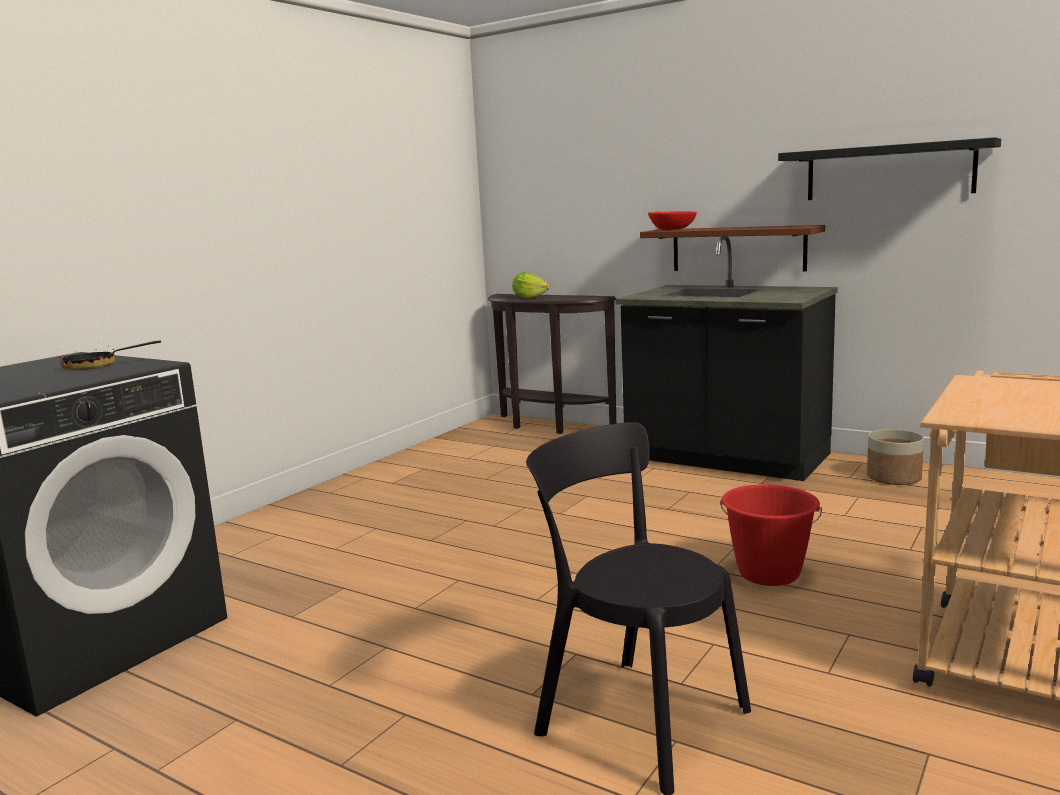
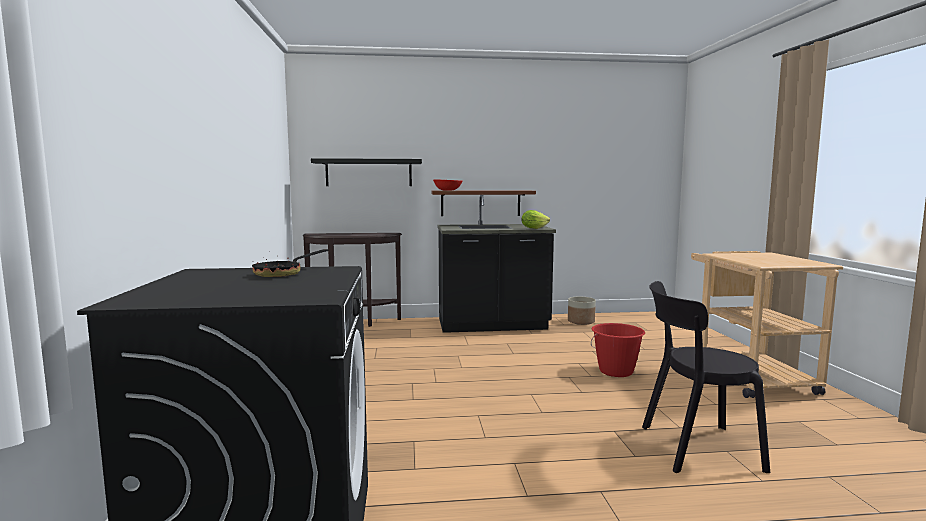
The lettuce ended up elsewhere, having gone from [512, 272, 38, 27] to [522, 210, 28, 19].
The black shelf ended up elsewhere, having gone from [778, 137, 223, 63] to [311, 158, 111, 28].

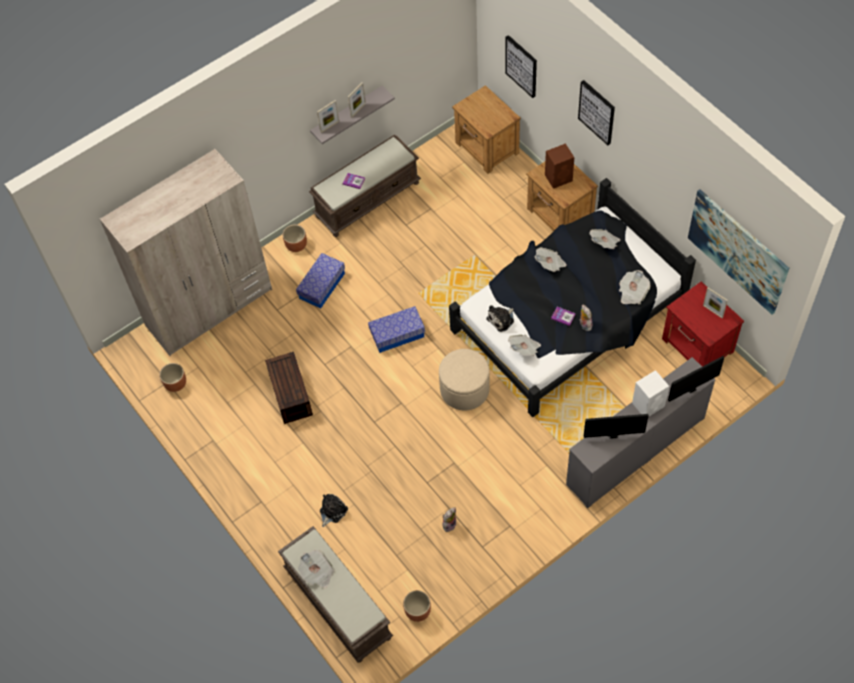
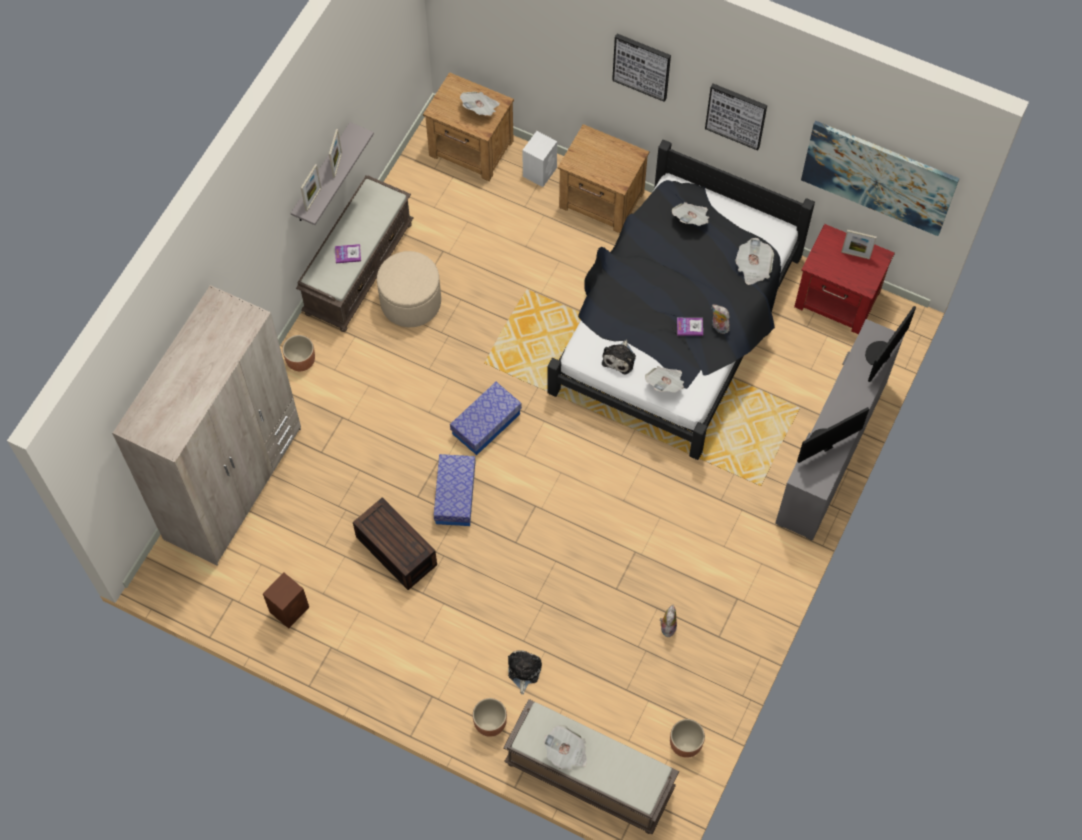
The brown planter ended up elsewhere, having gone from [159, 363, 27, 29] to [472, 698, 35, 39].
The storage box ended up elsewhere, having gone from [296, 253, 49, 55] to [434, 454, 42, 72].
The beige ottoman ended up elsewhere, having gone from [439, 349, 51, 61] to [377, 251, 64, 76].
The picture ended up elsewhere, having gone from [505, 35, 32, 63] to [705, 84, 62, 66].
The newspaper ended up elsewhere, having gone from [534, 247, 33, 25] to [460, 92, 40, 24].
The brown speaker ended up elsewhere, having gone from [545, 143, 29, 46] to [263, 572, 46, 57].
The white speaker ended up elsewhere, having gone from [632, 370, 37, 47] to [522, 131, 35, 56].

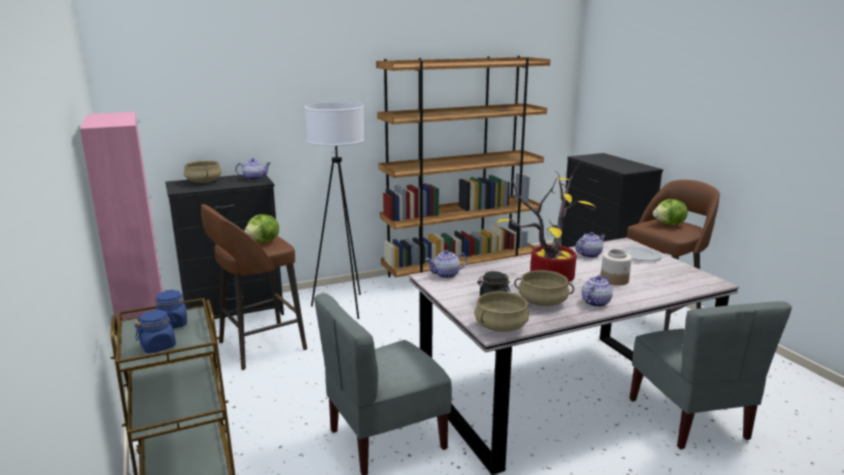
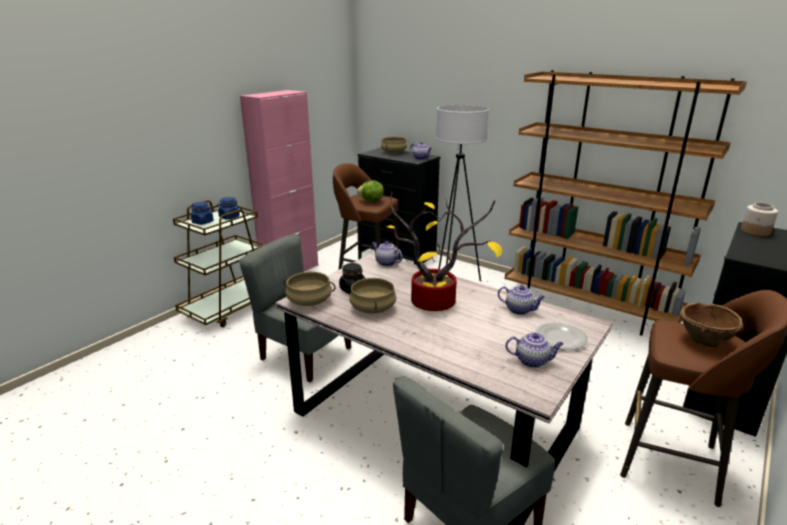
The teapot ended up elsewhere, having gone from [581, 276, 32, 31] to [505, 333, 59, 35].
The jar ended up elsewhere, having gone from [601, 249, 31, 36] to [741, 202, 37, 34].
Where the lettuce stood at [653, 199, 35, 26], the brown bowl came to stand at [680, 303, 64, 44].

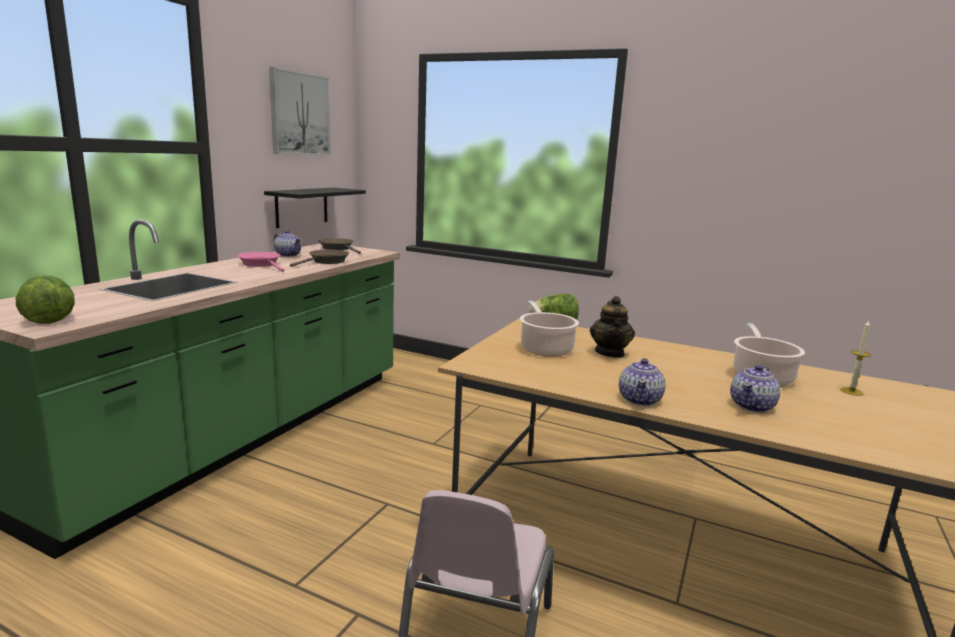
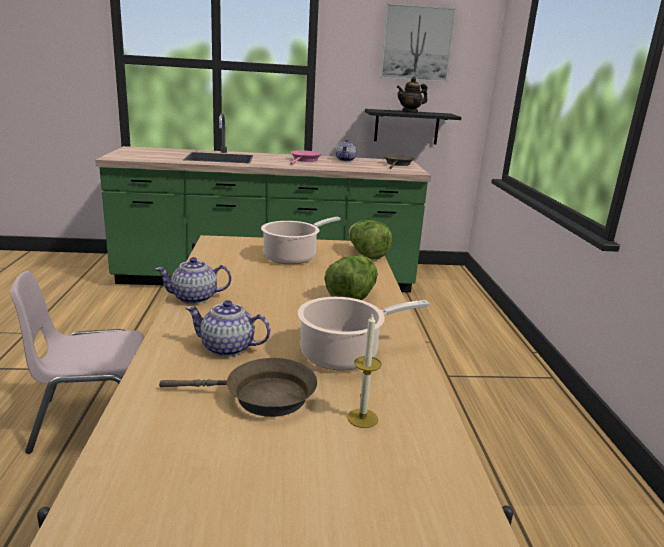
The lettuce ended up elsewhere, having gone from [16, 276, 59, 48] to [325, 255, 53, 45].
The brown frying pan ended up elsewhere, having gone from [290, 250, 59, 17] to [159, 358, 158, 59].
The teapot ended up elsewhere, having gone from [590, 296, 45, 62] to [397, 77, 30, 36].

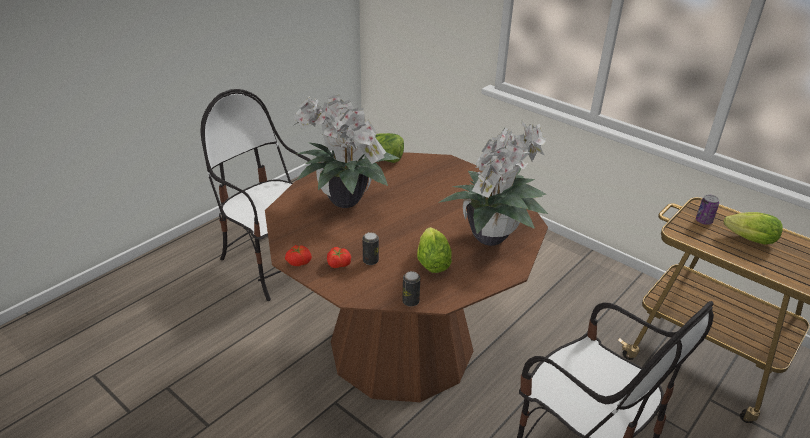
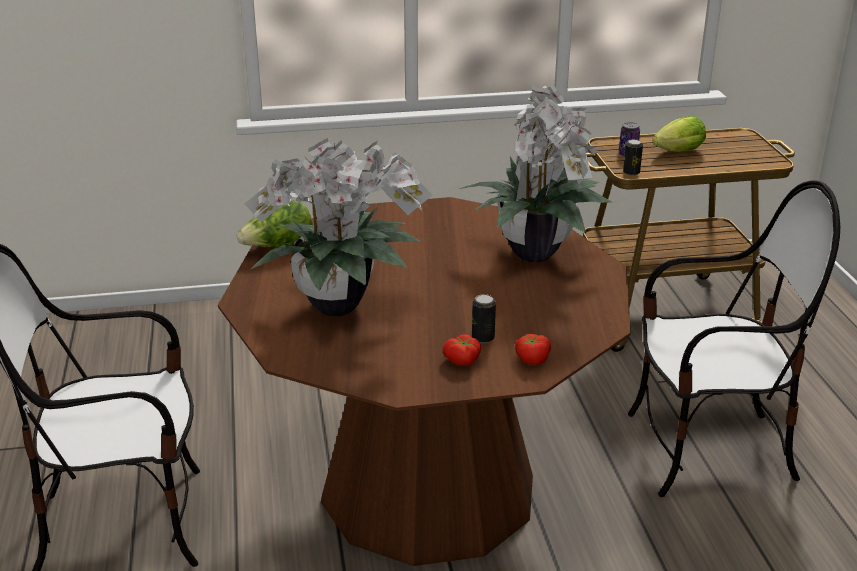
The second view lost the lettuce at [417, 227, 35, 46].
The tomato ended up elsewhere, having gone from [285, 245, 27, 21] to [515, 334, 36, 31].
The can ended up elsewhere, having gone from [402, 271, 18, 36] to [623, 139, 20, 37].

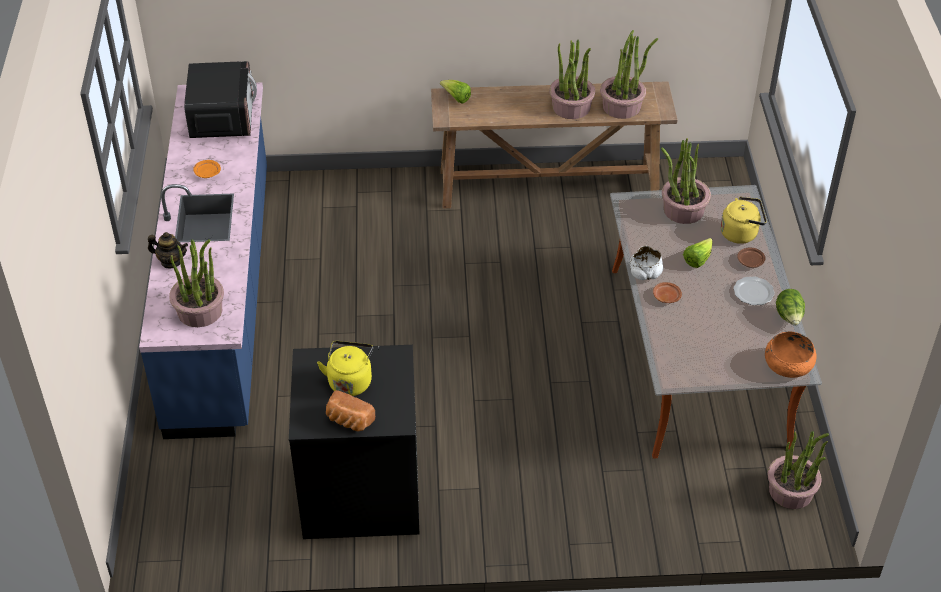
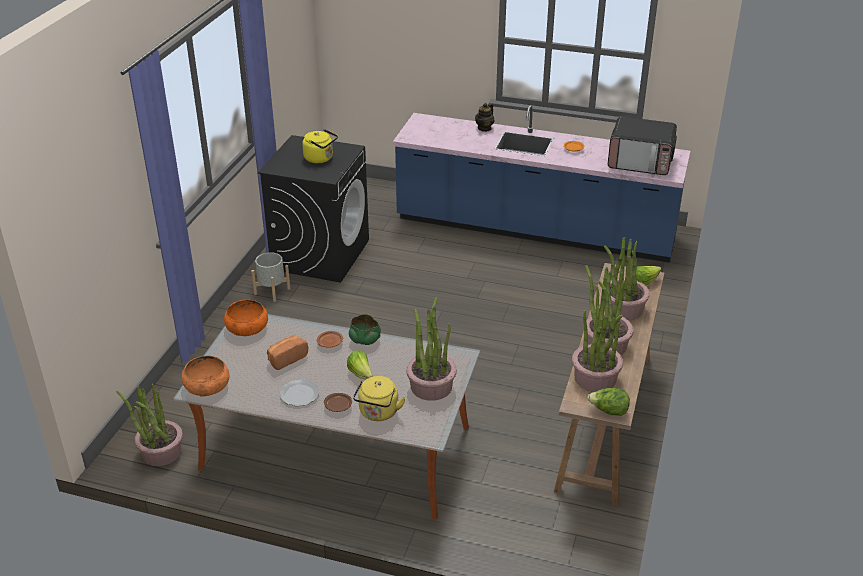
The second view gained the orange bowl at [224, 300, 44, 36].
The second view gained the grey planter at [251, 252, 39, 50].
The potted plant ended up elsewhere, having gone from [169, 239, 55, 88] to [604, 237, 46, 83].
The bread ended up elsewhere, having gone from [326, 390, 49, 41] to [267, 336, 41, 34].
The lettuce ended up elsewhere, having gone from [776, 289, 29, 37] to [587, 388, 43, 28].
What was the white bowl at [630, 246, 33, 34] turned into the green bowl at [349, 314, 32, 31].

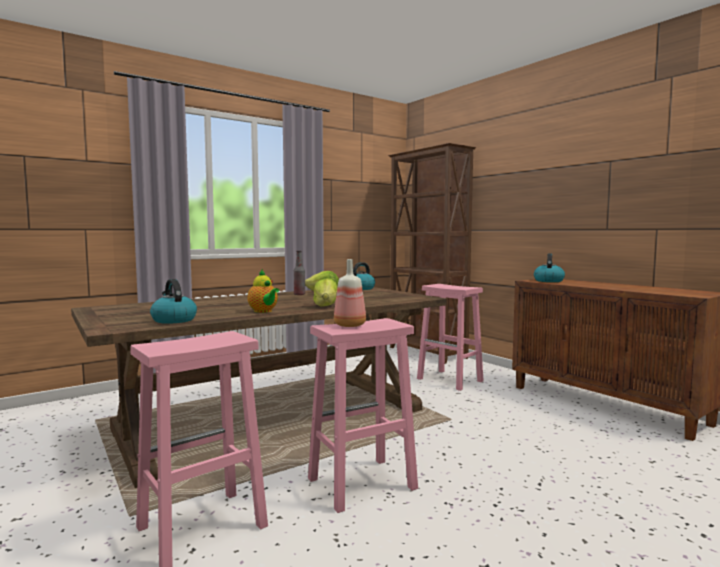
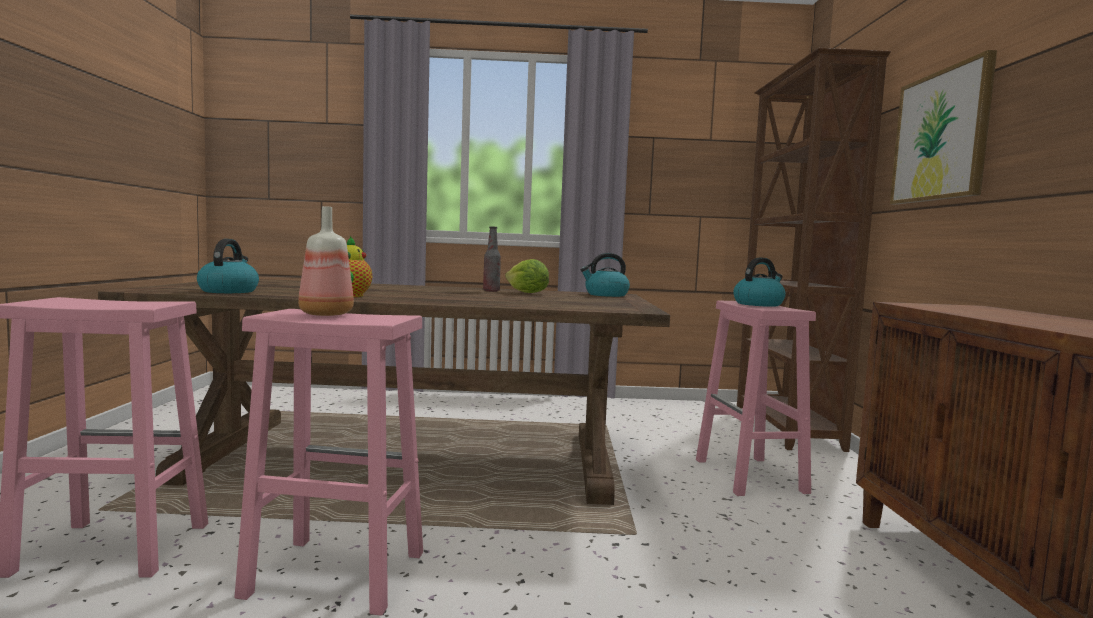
The second view lost the lettuce at [313, 278, 25, 29].
The second view gained the picture at [890, 50, 107, 155].
The kettle ended up elsewhere, having gone from [534, 253, 31, 29] to [733, 258, 53, 49].

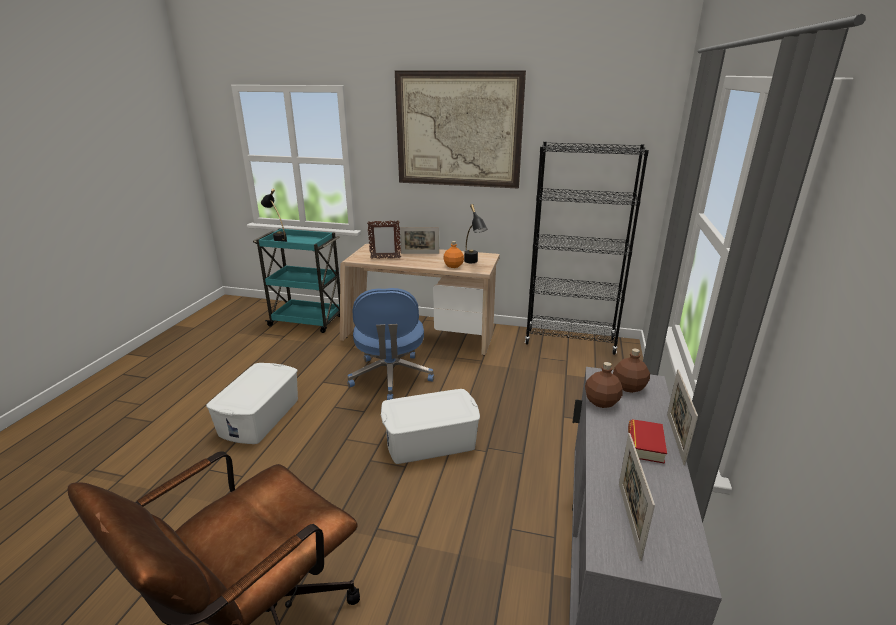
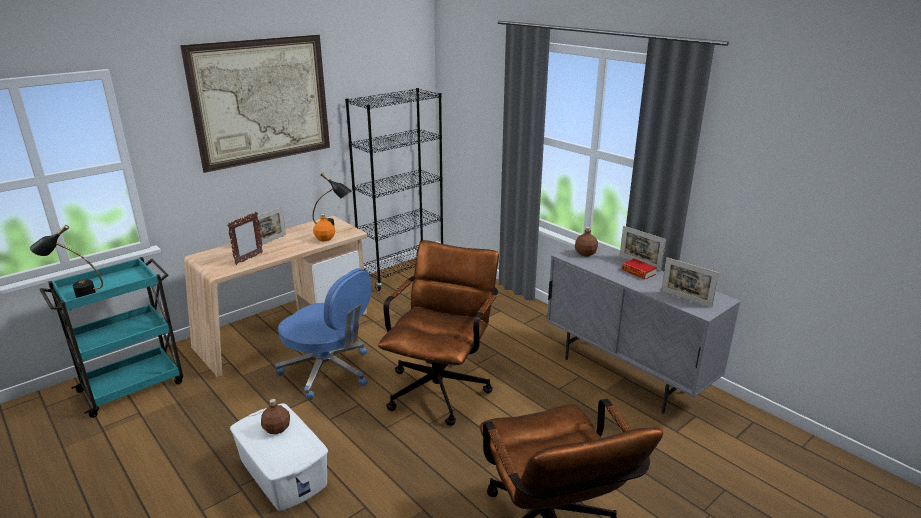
The brown bottle ended up elsewhere, having gone from [585, 362, 38, 46] to [261, 399, 29, 35].
Where the white storage box stood at [381, 389, 99, 75], the brown office chair came to stand at [378, 240, 121, 186].

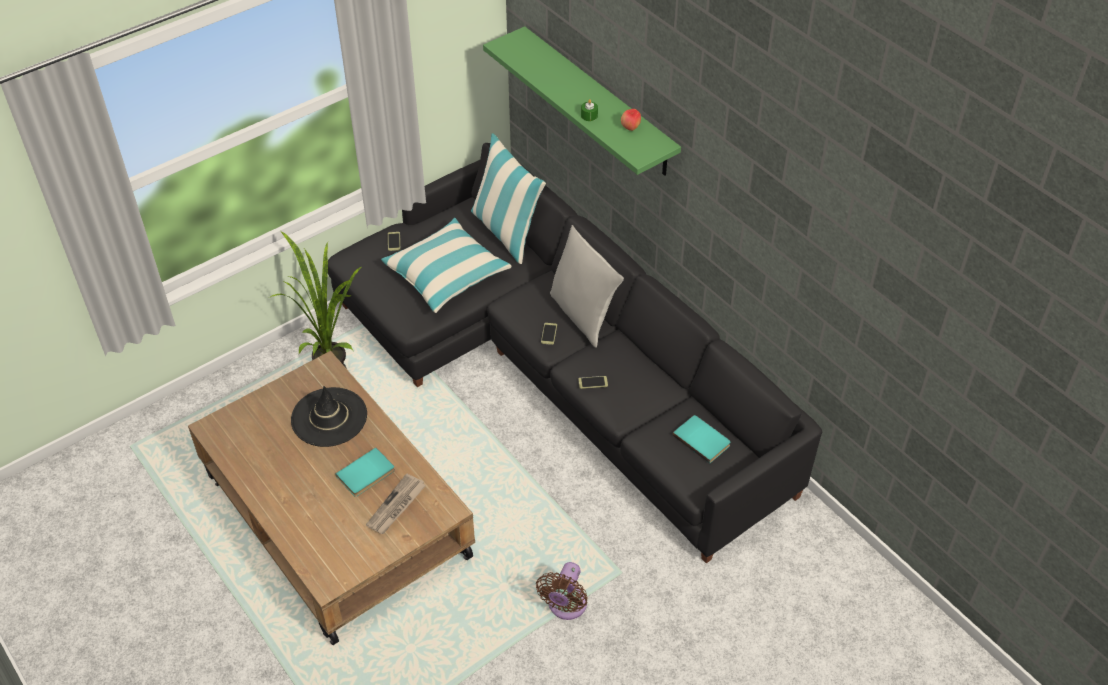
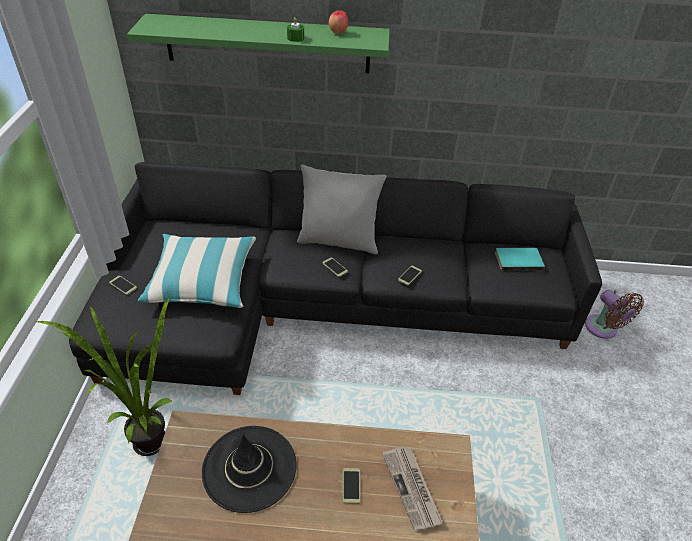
The second view lost the pillow at [471, 133, 75, 131].
The brown fan ended up elsewhere, having gone from [536, 562, 52, 58] to [585, 289, 59, 50].
Where the turquoise book stood at [336, 448, 59, 49], the phone came to stand at [343, 468, 17, 36].

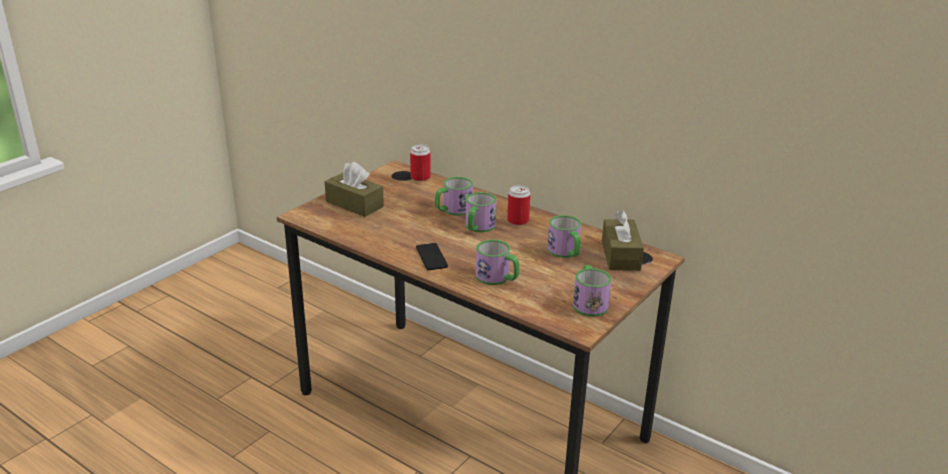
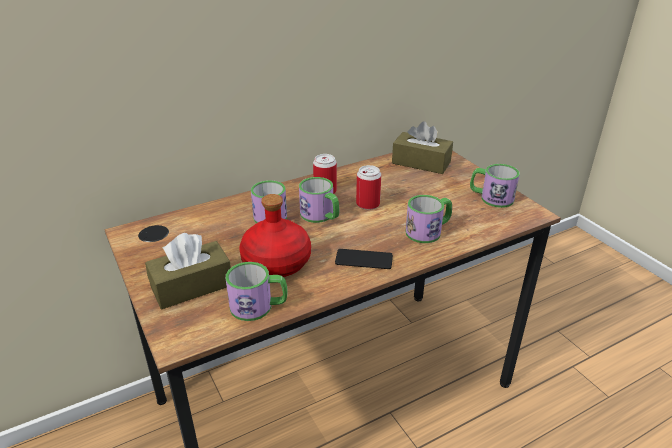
The second view gained the red bottle at [239, 194, 72, 83].
The can ended up elsewhere, having gone from [410, 145, 21, 37] to [356, 165, 25, 45].
The mug ended up elsewhere, having gone from [547, 215, 34, 43] to [226, 262, 62, 59].

